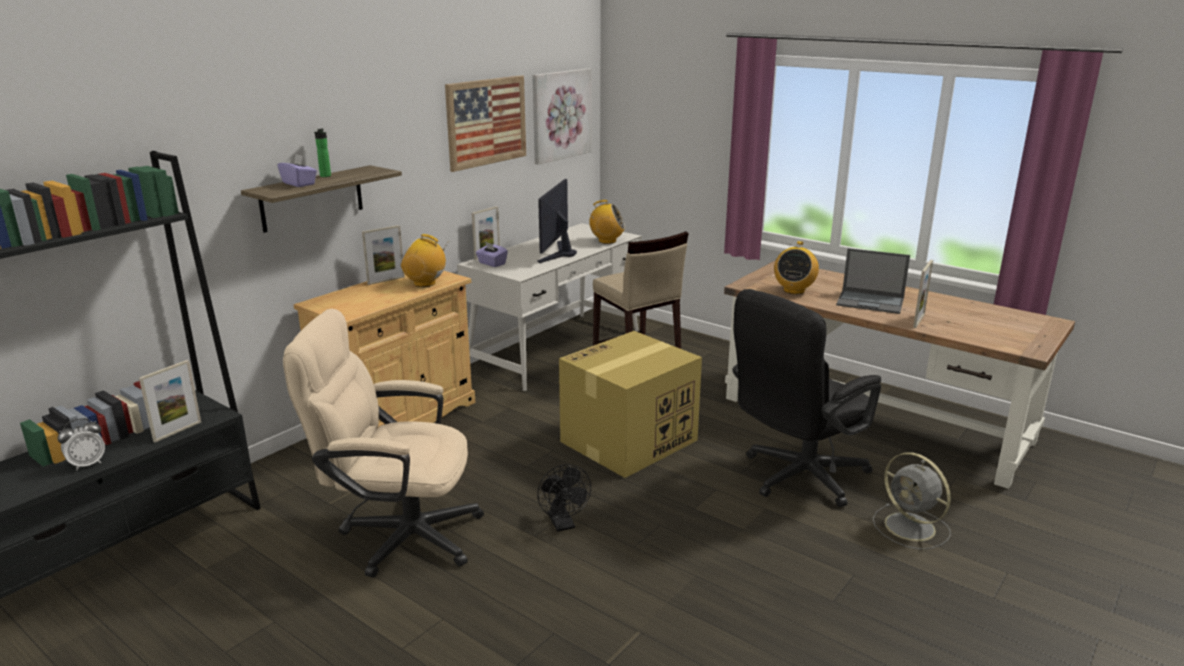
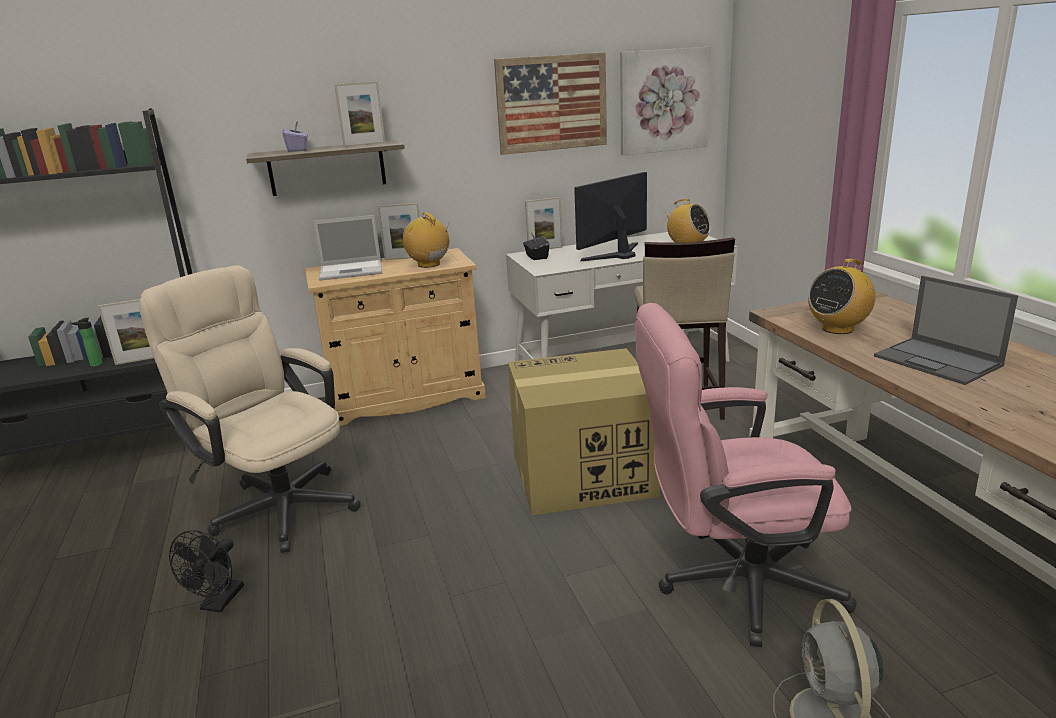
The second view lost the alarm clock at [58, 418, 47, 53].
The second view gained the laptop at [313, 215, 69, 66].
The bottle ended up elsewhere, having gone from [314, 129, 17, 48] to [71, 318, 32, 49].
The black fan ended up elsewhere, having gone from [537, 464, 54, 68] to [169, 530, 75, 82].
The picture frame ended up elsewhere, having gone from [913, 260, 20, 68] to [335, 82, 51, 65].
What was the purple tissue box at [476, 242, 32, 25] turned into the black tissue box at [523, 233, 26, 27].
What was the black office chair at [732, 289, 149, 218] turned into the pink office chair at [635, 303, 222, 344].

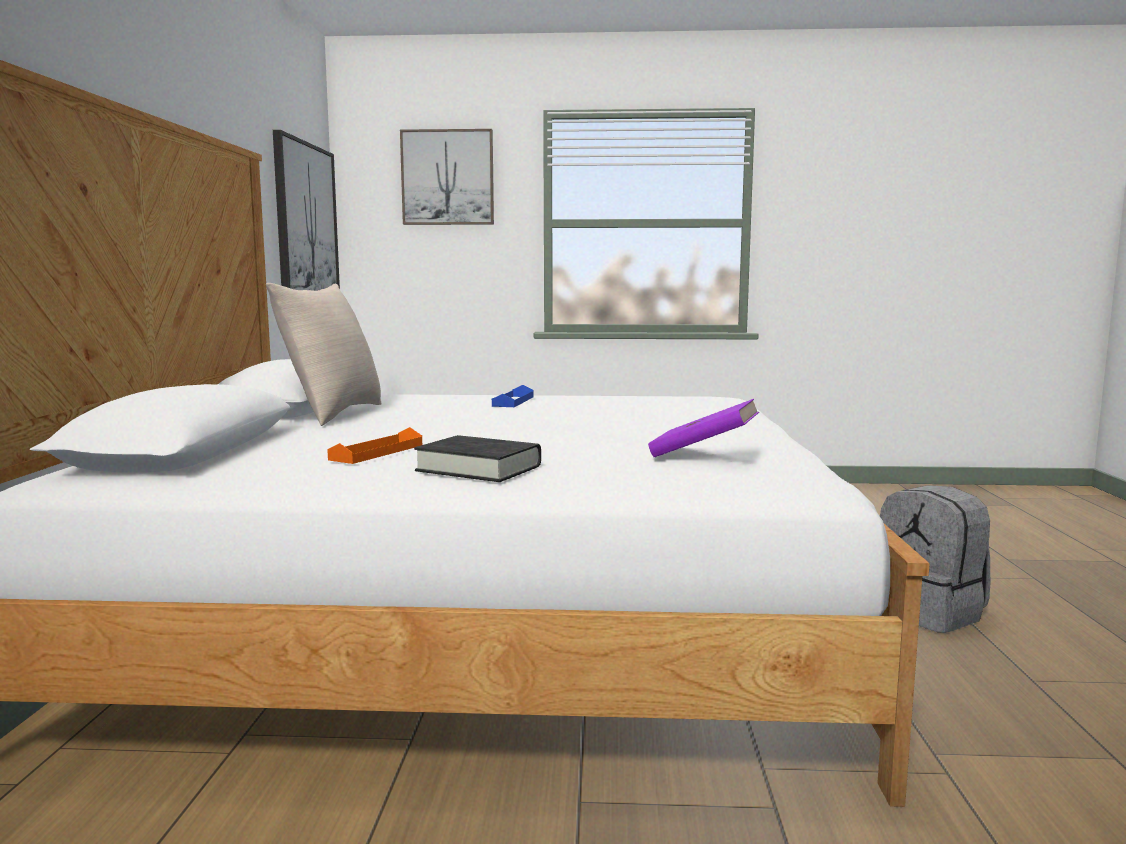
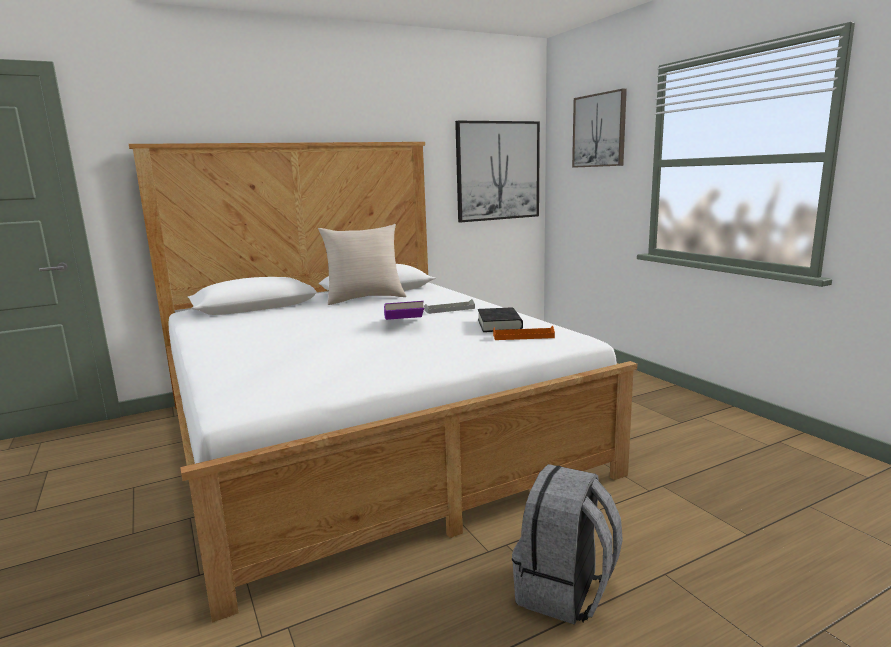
The orange tray ended up elsewhere, having gone from [327, 427, 95, 37] to [493, 326, 62, 14].
The black book ended up elsewhere, having gone from [414, 435, 127, 47] to [478, 307, 45, 25].
The purple book ended up elsewhere, having gone from [648, 399, 111, 59] to [384, 301, 40, 19].
What was the blue tray at [492, 385, 42, 22] turned into the grey tray at [424, 299, 51, 15].

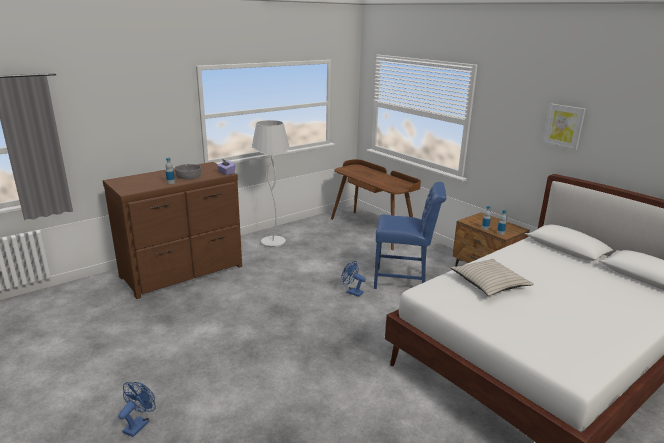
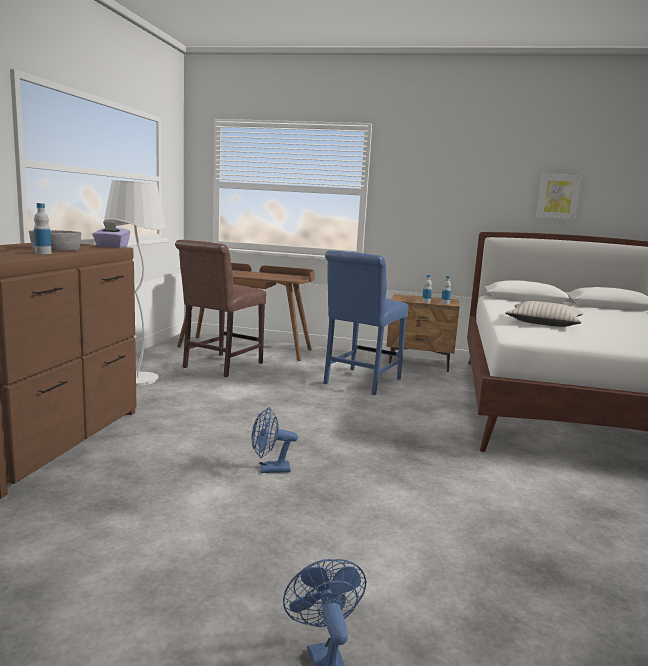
The second view gained the brown chair at [175, 240, 91, 137].
The blue fan ended up elsewhere, having gone from [341, 261, 25, 36] to [252, 407, 46, 66].
The picture ended up elsewhere, having gone from [543, 104, 43, 46] to [536, 174, 46, 46].
The blue chair at [374, 182, 72, 107] ended up facing another way, 150 degrees clockwise from before.

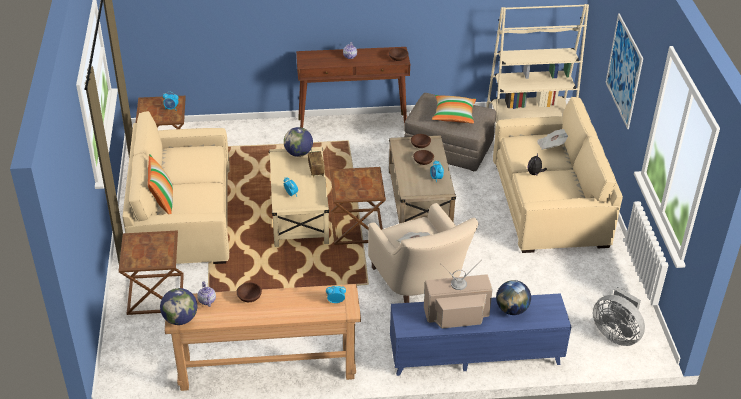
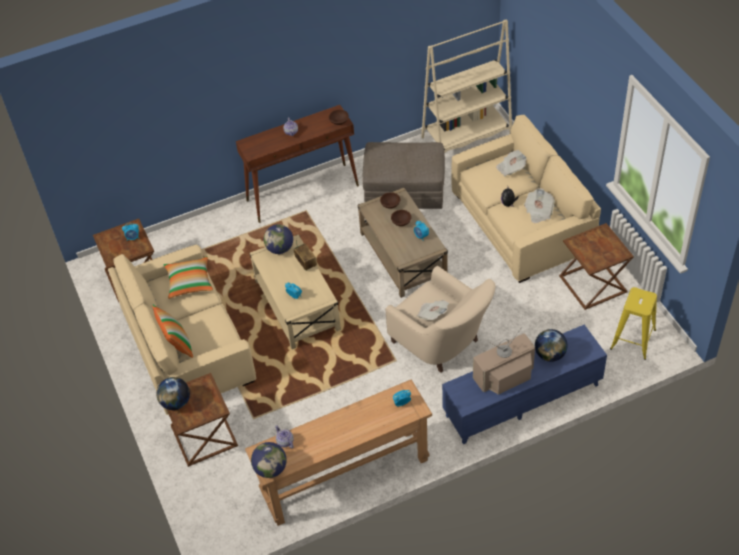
The second view lost the brown bowl at [236, 283, 26, 19].
The second view lost the picture at [606, 13, 38, 116].
The second view gained the globe at [156, 377, 34, 33].
The second view gained the newspaper at [524, 188, 31, 35].
The brown side table ended up elsewhere, having gone from [330, 167, 56, 78] to [559, 223, 75, 87].
The pillow ended up elsewhere, having gone from [432, 95, 44, 28] to [164, 256, 49, 43].
Where the grey fan stood at [593, 287, 52, 59], the yellow stool came to stand at [610, 287, 47, 73].

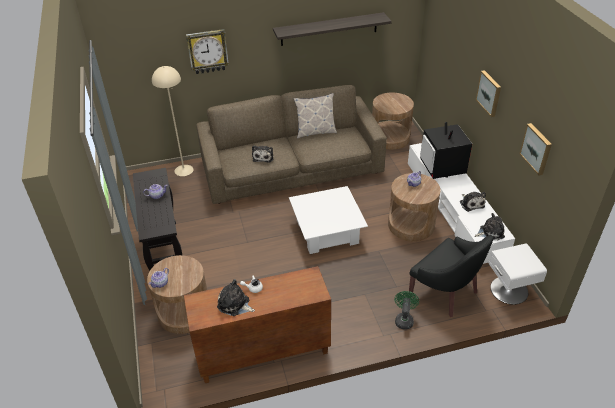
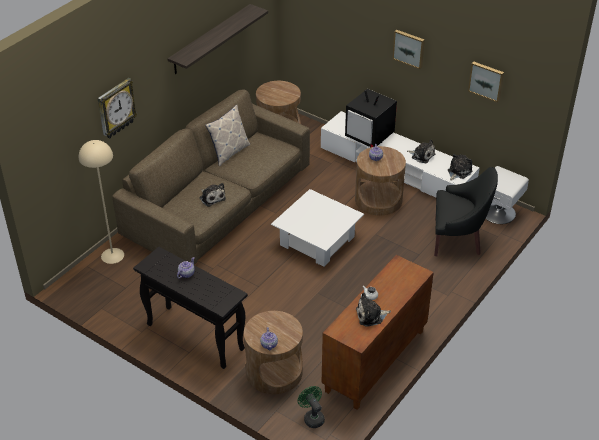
The green fan ended up elsewhere, having gone from [395, 291, 24, 38] to [298, 386, 27, 42].

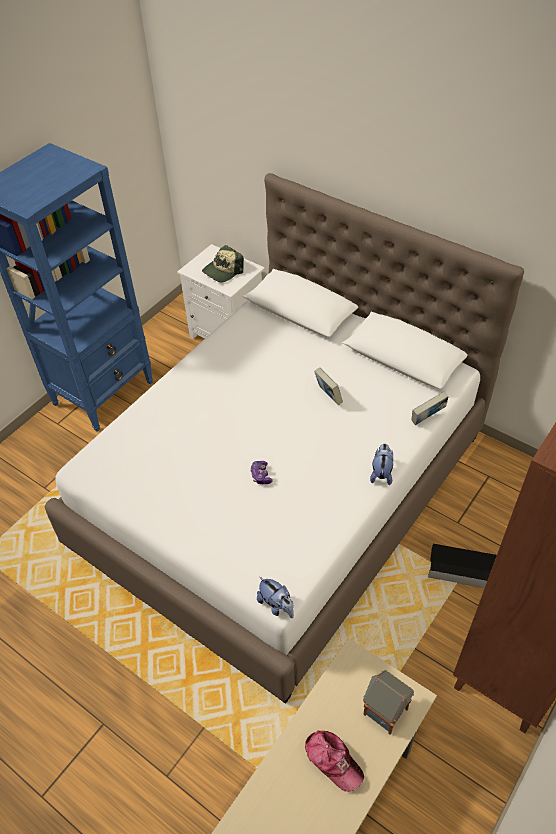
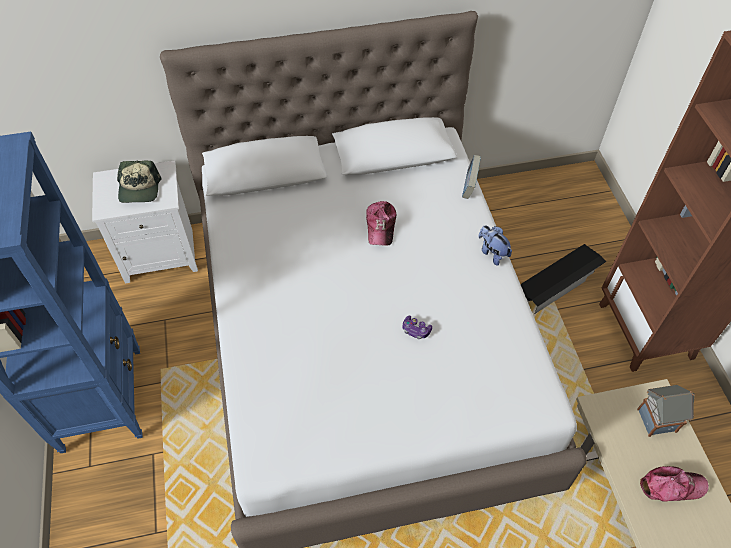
The second view lost the plush toy at [257, 577, 37, 41].
Where the book stood at [314, 368, 29, 37], the cap came to stand at [366, 201, 30, 45].

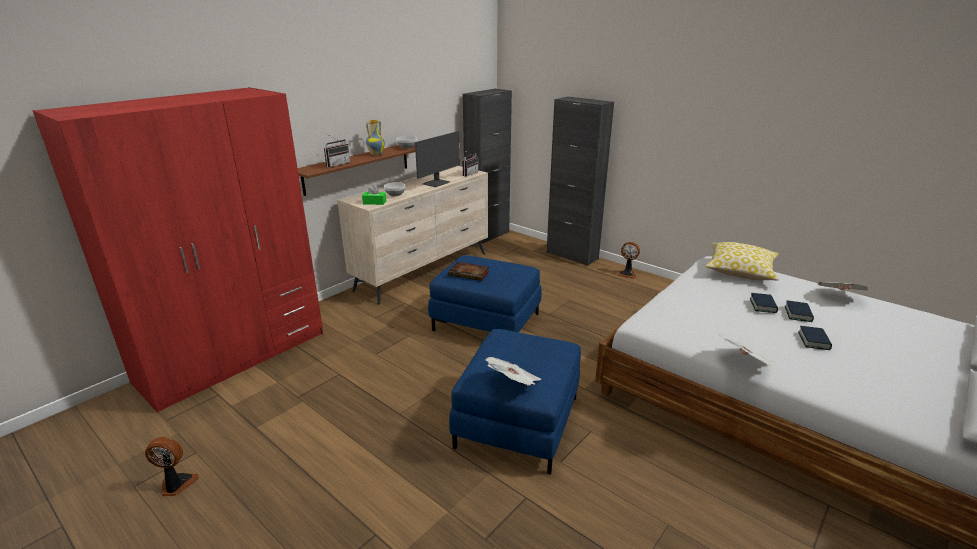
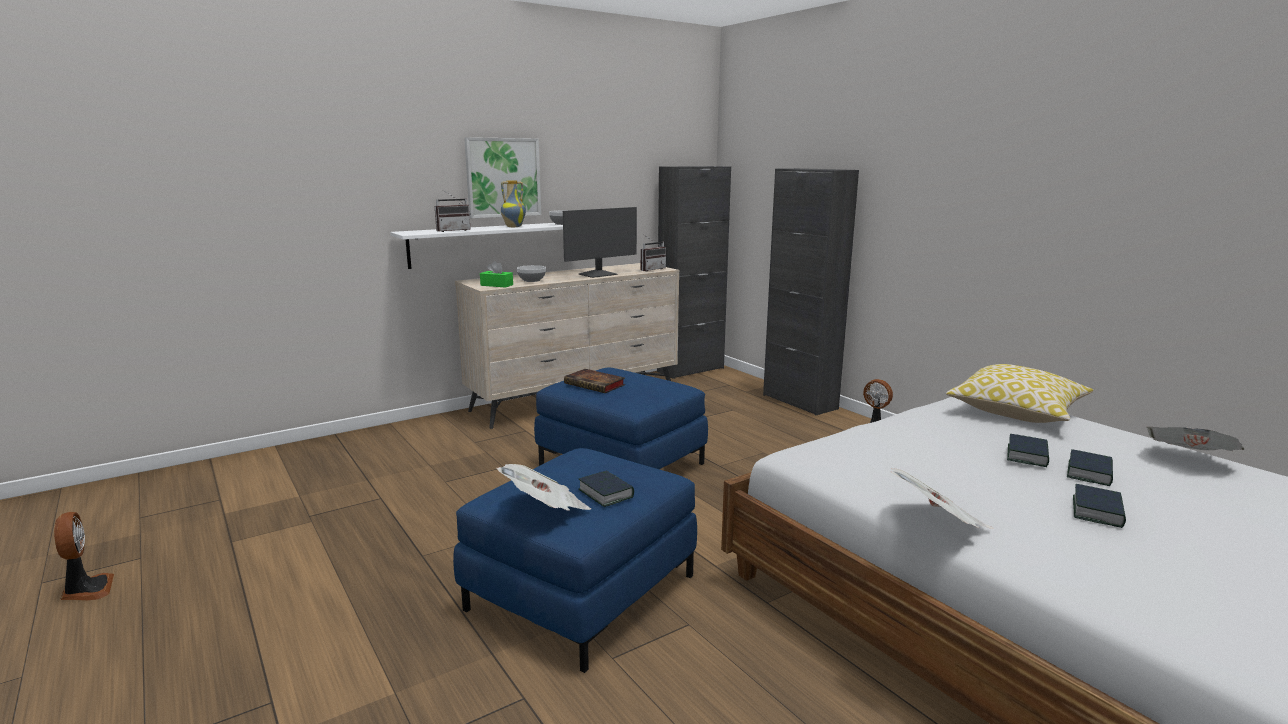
The second view lost the red wardrobe at [32, 87, 291, 326].
The second view gained the picture at [464, 137, 77, 81].
The second view gained the book at [579, 470, 55, 37].
What was the brown shelf at [298, 145, 118, 51] turned into the white shelf at [390, 223, 173, 46].
The fan at [145, 437, 54, 59] ended up facing another way, 45 degrees clockwise from before.

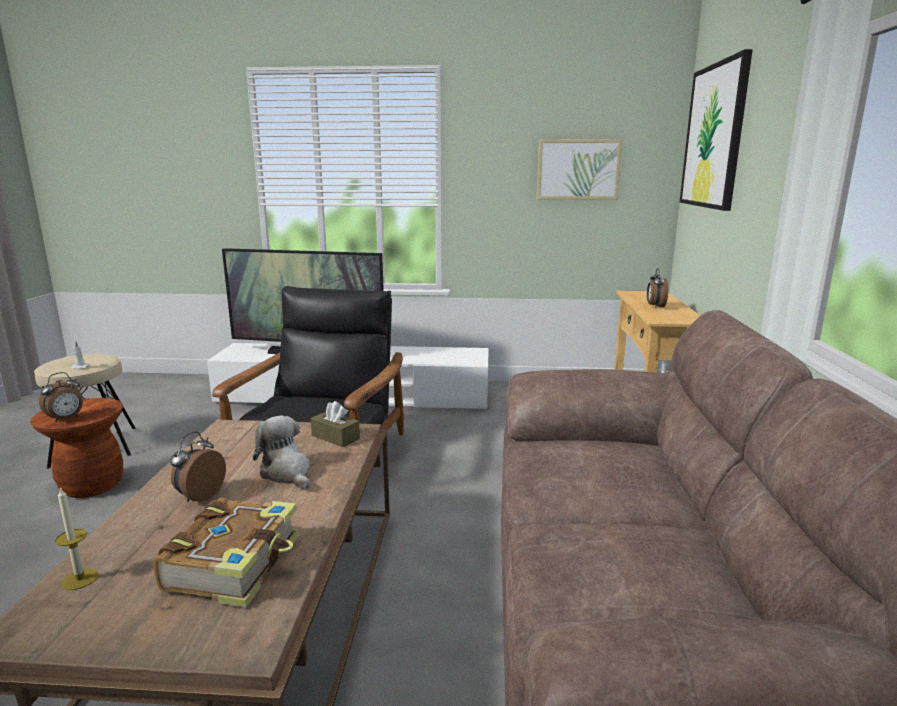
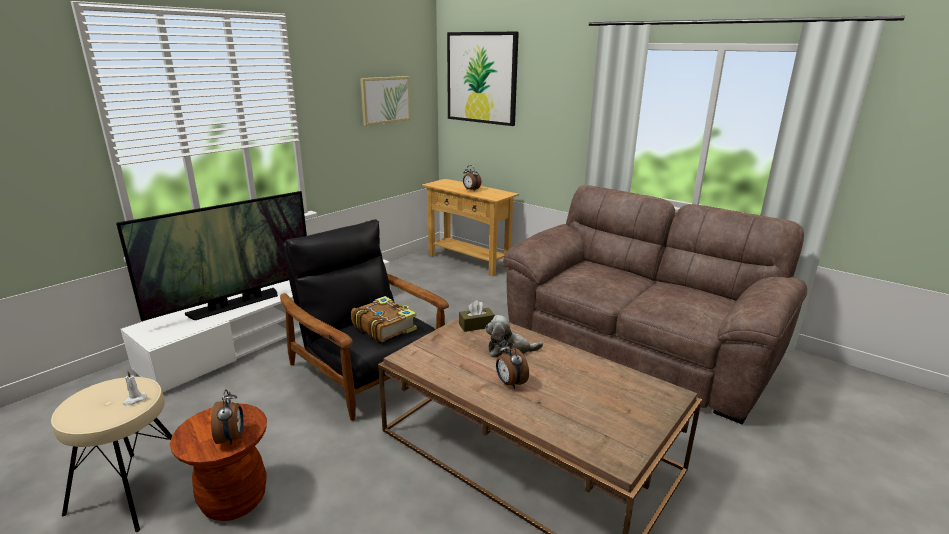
The second view lost the candle at [55, 487, 44, 103].
The book ended up elsewhere, having gone from [154, 498, 145, 109] to [351, 296, 66, 46].

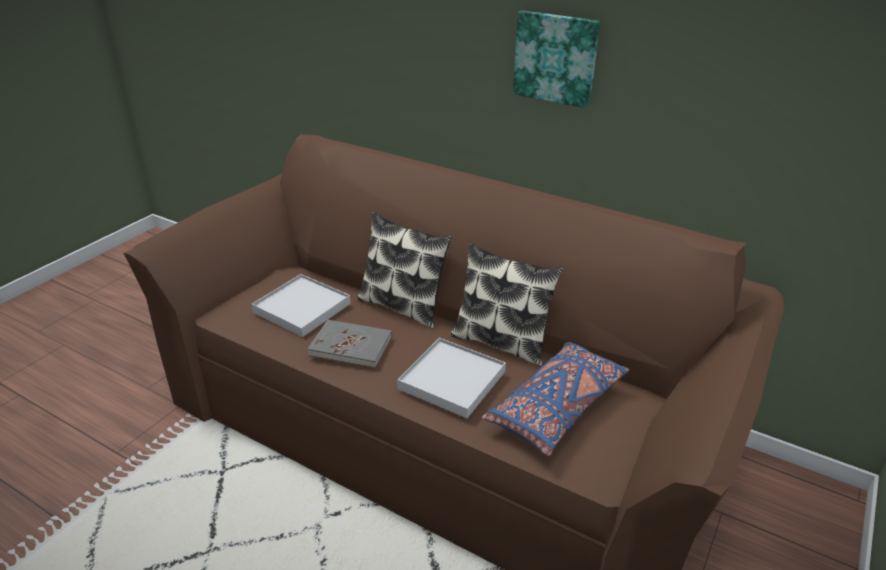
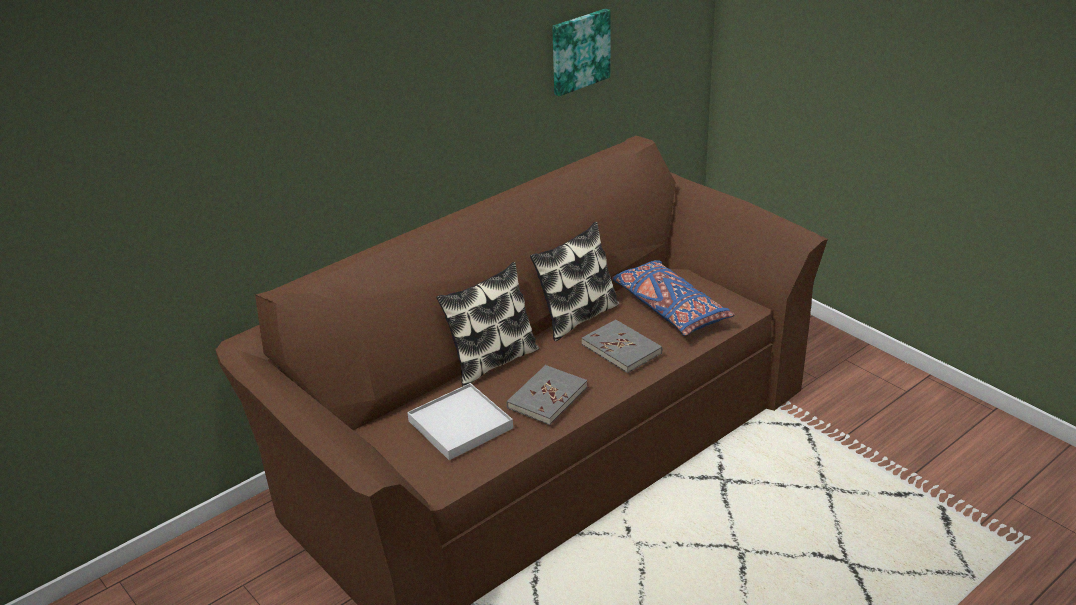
The picture ended up elsewhere, having gone from [513, 10, 87, 98] to [552, 8, 58, 88].
Where the white tray stood at [397, 338, 109, 80], the grey book came to stand at [582, 319, 80, 54].

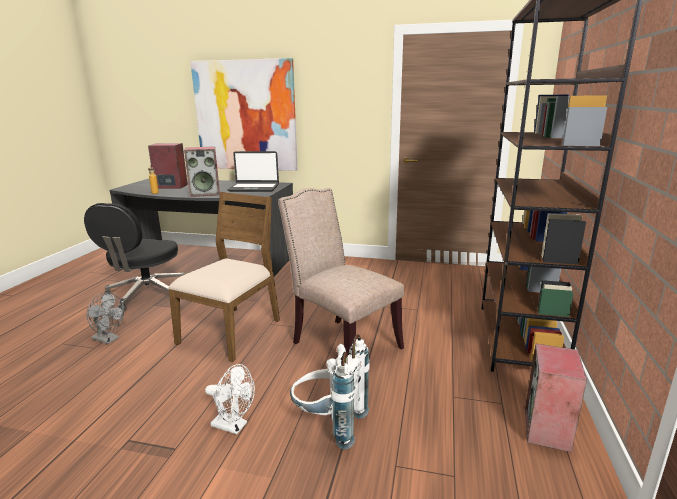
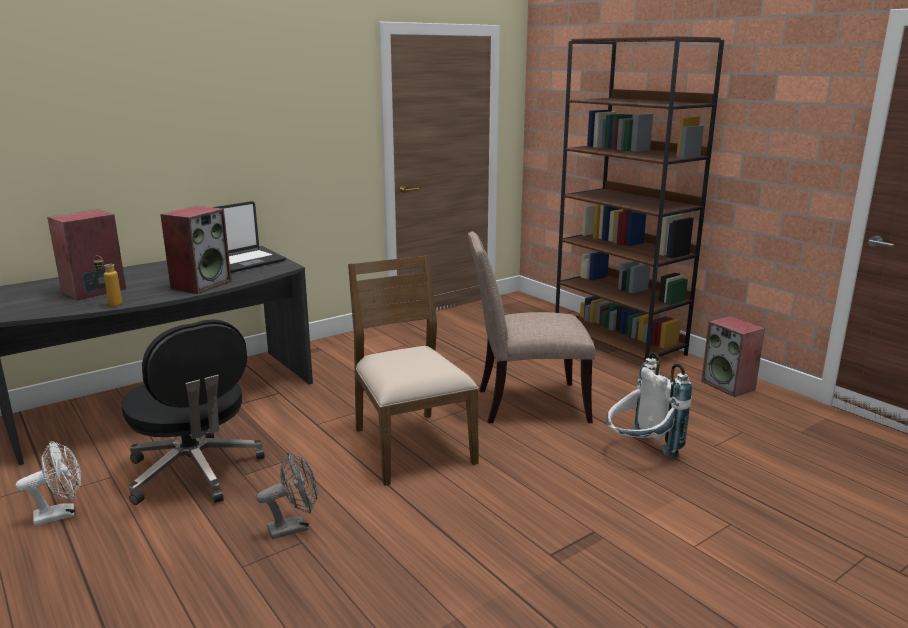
The second view lost the picture at [190, 58, 108, 113].
The white fan ended up elsewhere, having gone from [205, 364, 50, 71] to [15, 441, 66, 85].

